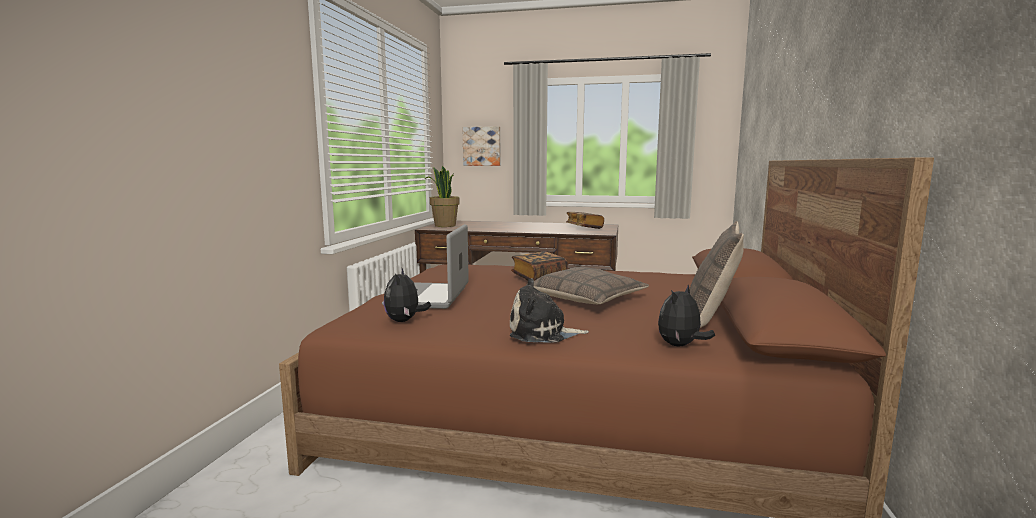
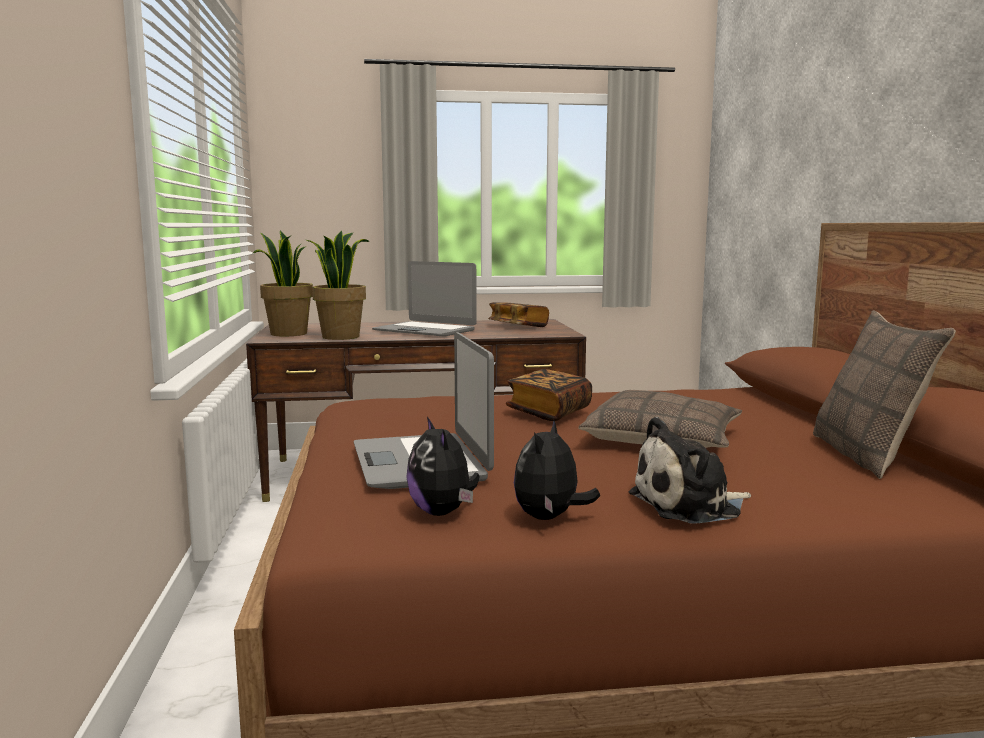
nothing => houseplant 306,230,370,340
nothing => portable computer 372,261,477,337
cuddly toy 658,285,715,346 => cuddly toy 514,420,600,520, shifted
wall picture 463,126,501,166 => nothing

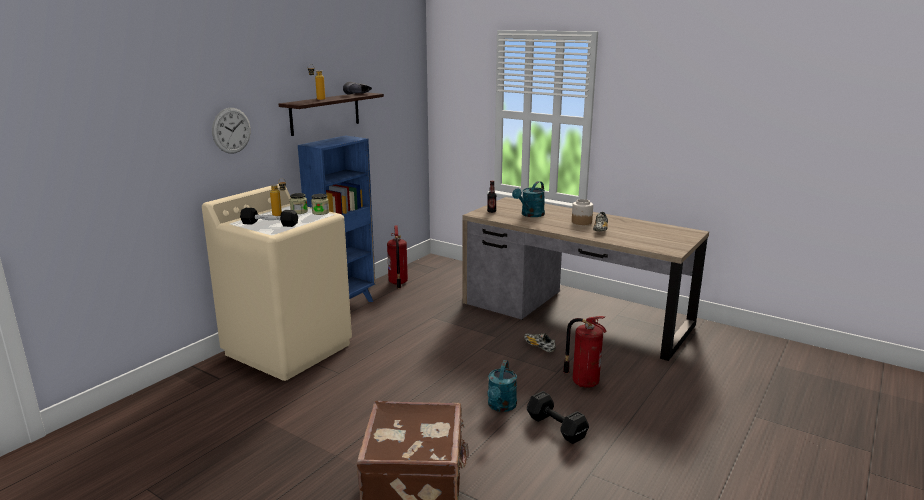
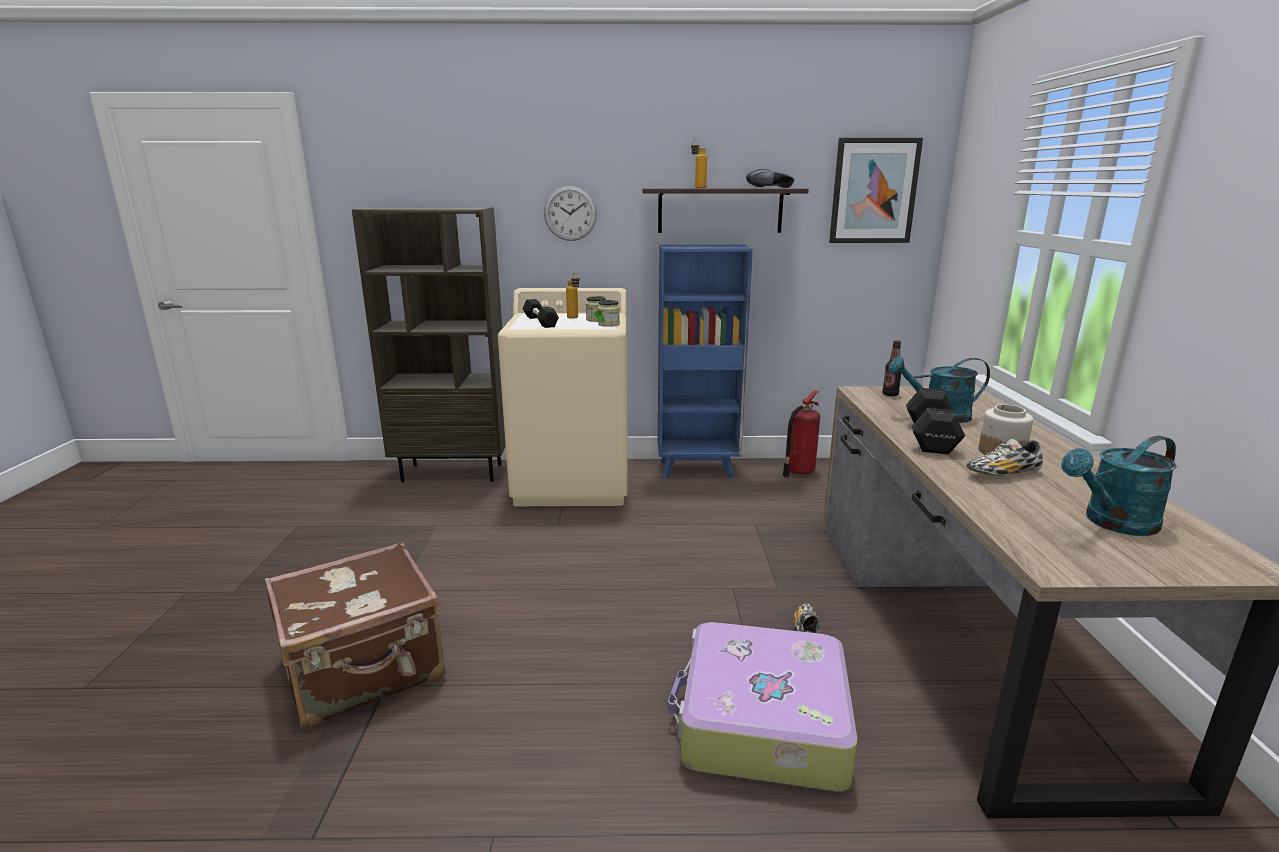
nothing => bookshelf/brownish 352,207,506,482
fire-fighting cylinder 563,316,607,388 => piece of luggage 668,622,857,792
nothing => wall picture 829,138,923,243
dumbbell/black 527,391,589,444 => dumbbell/black 906,388,965,454, shifted
watering can/turquoise-coloured 487,360,517,412 => watering can/turquoise-coloured 1062,436,1177,536, shifted

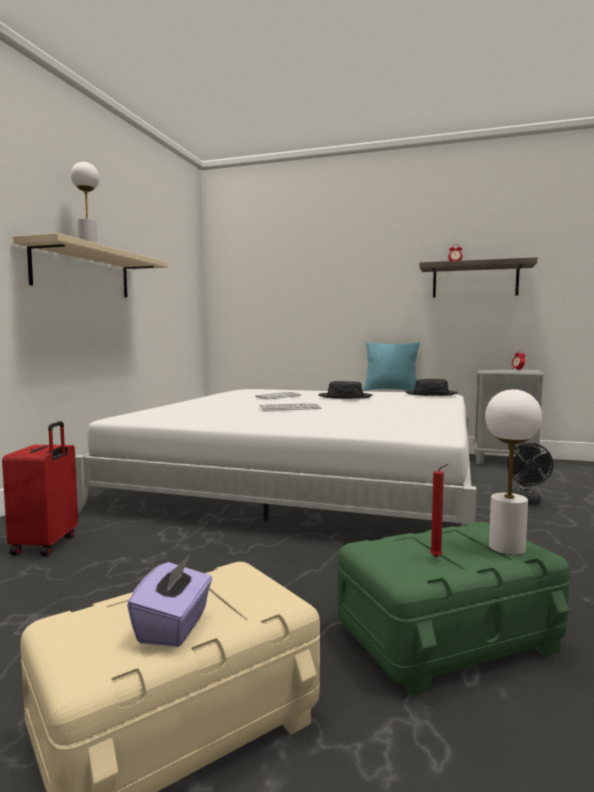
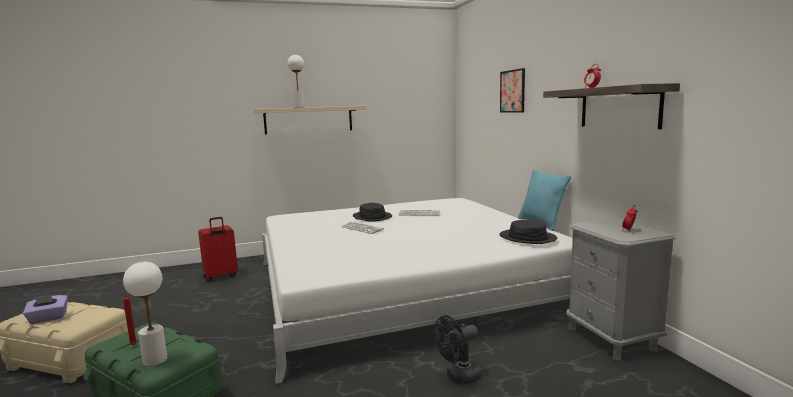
clothing hat/black 318,381,373,399 => clothing hat/black 353,203,392,222, shifted
nothing => wall picture 500,68,525,113

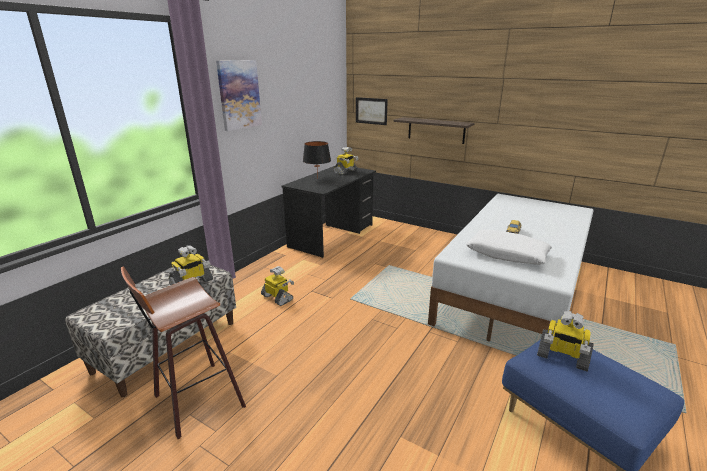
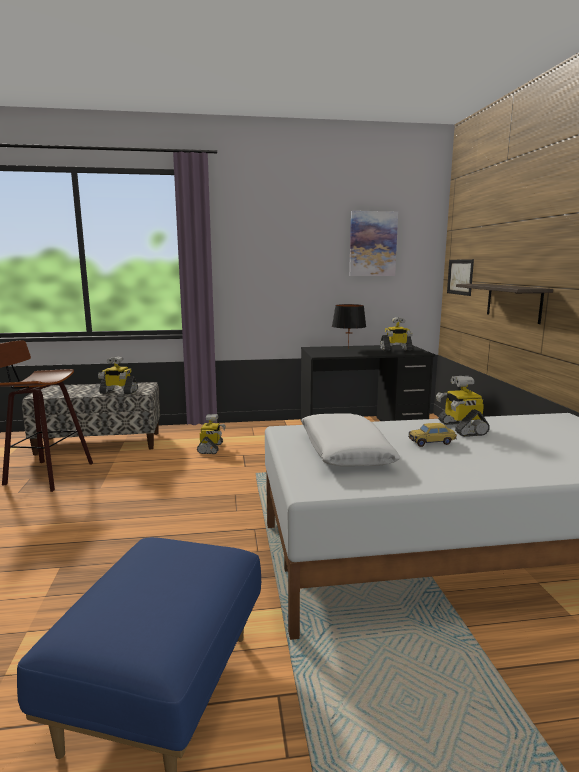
wall picture 216,60,262,131 => wall picture 349,211,398,276, shifted
model robot 537,311,594,372 => model robot 436,376,490,437, shifted

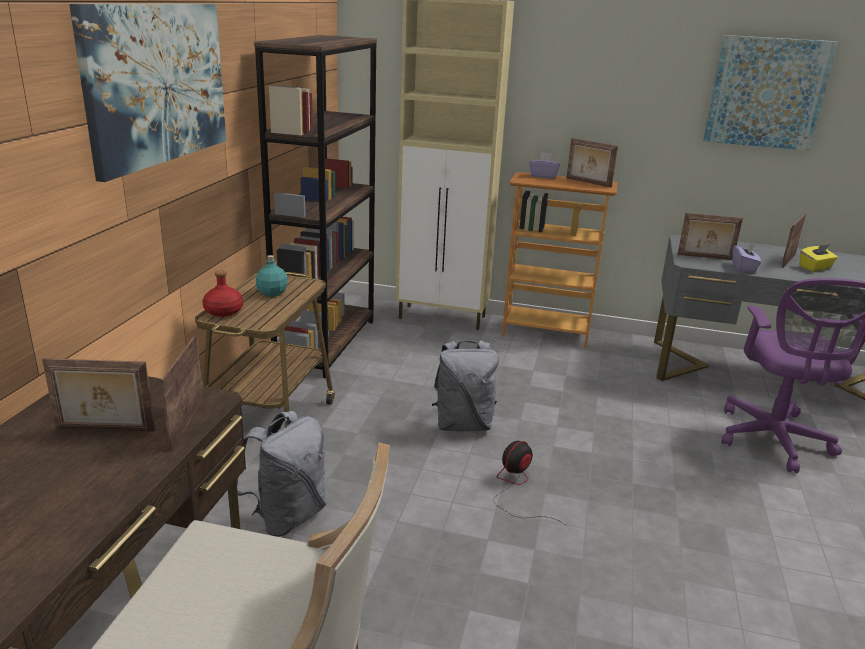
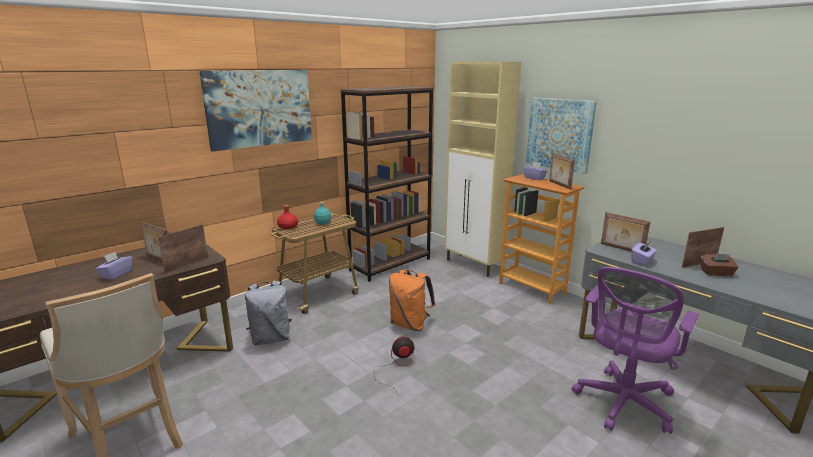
nothing => tissue holder/purple-coloured 95,252,132,280
rucksack/gray 432,340,499,431 => rucksack/orange 389,269,435,331
wall picture 703,35,838,150 => wall picture 526,98,597,174, shifted
tissue holder/yellow-coloured 800,244,838,271 => tissue holder/brownish 700,253,738,276

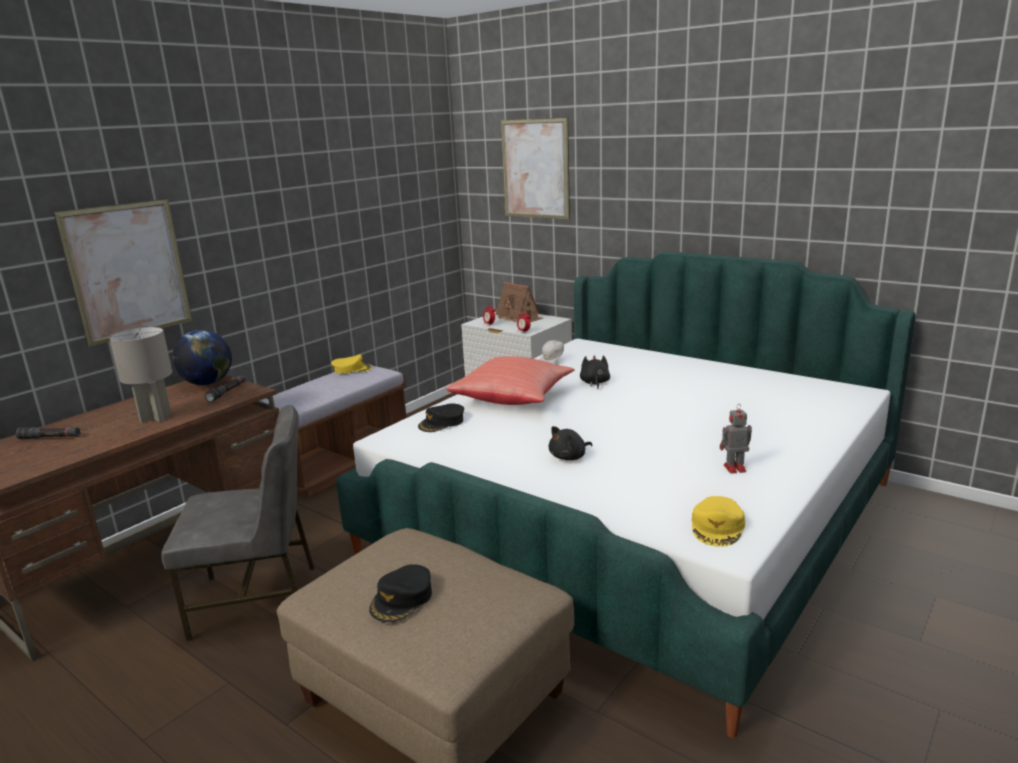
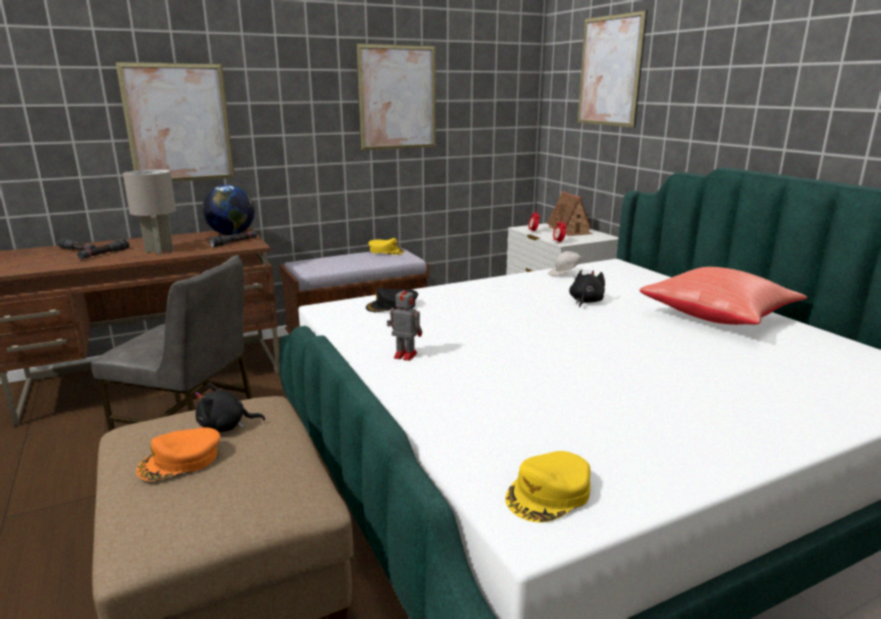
nothing => torch/black 77,239,129,259
cap/black 369,564,432,622 => cap/orange 136,428,220,481
cuddly toy/black 549,426,593,460 => cuddly toy/black 195,383,265,432, shifted
nothing => wall picture 356,44,436,151
model robot 720,405,752,474 => model robot 387,284,422,361, shifted
cushion/red 446,356,575,405 => cushion/red 639,267,808,325, shifted

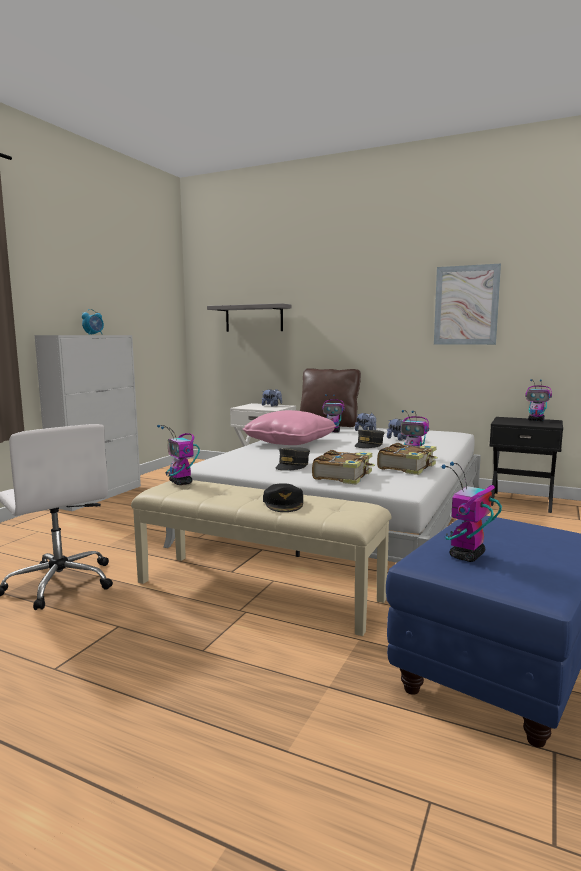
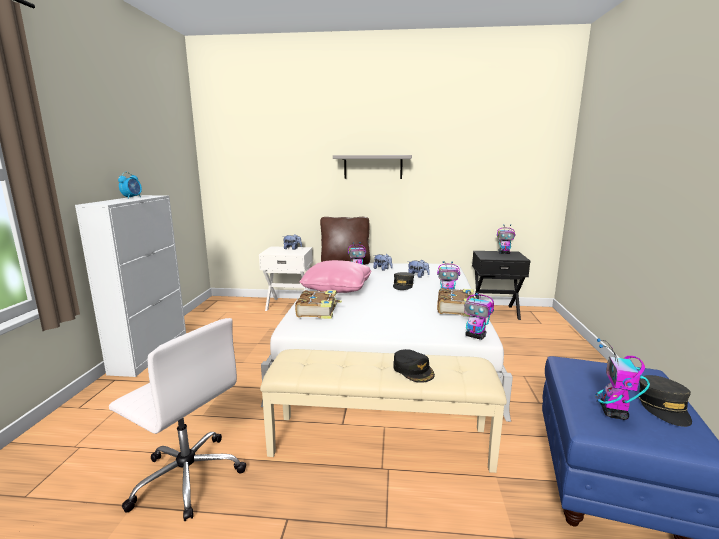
bound book 312,450,375,485 => bound book 295,290,342,319, shifted
bracket shelf/gray 207,303,292,332 => bracket shelf/gray 333,155,412,179, shifted
model robot 157,425,200,485 => model robot 464,291,494,340, shifted
cap/gray 276,447,310,471 => cap/gray 639,375,692,427, shifted
wall picture 434,263,501,345 => nothing

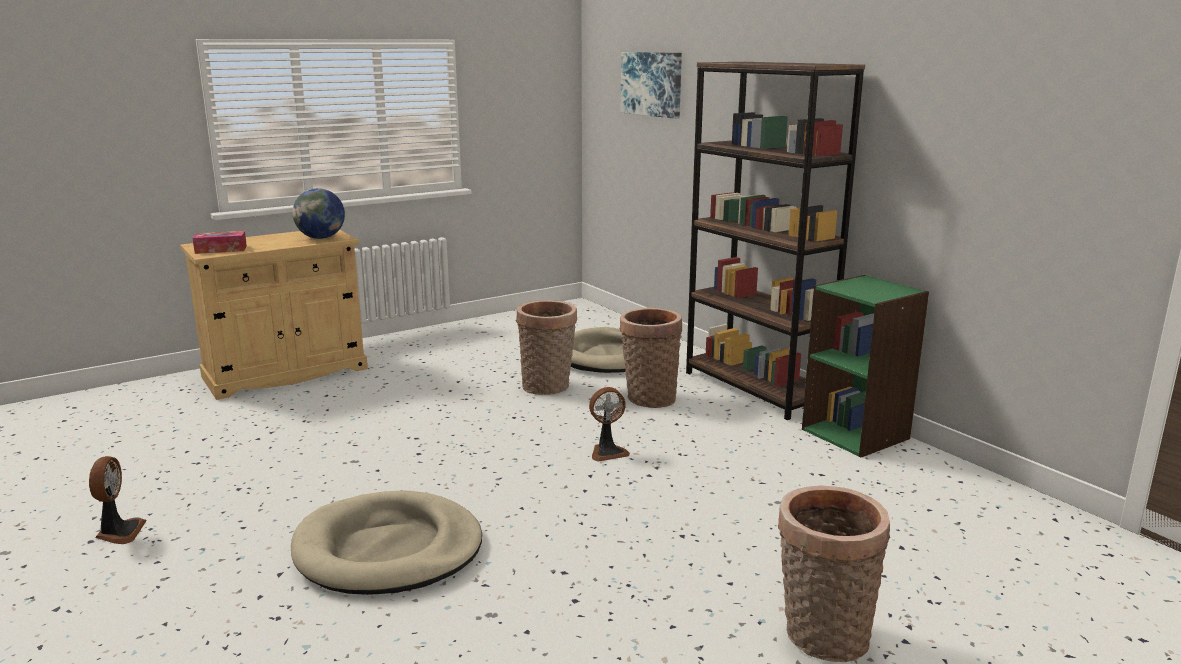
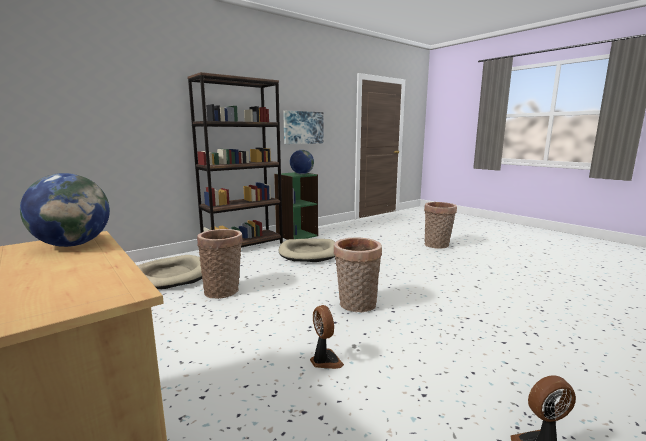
pet bed/beige-coloured 291,490,482,595 => pet bed/beige-coloured 279,239,335,262, shifted
wall picture 621,52,682,119 => wall picture 283,111,323,144, shifted
nothing => desk globe 290,150,314,174
fan 589,387,630,462 => fan 310,305,344,369, shifted
household basket 620,308,682,408 => household basket 334,237,382,312, shifted
tissue holder 193,231,247,254 => nothing

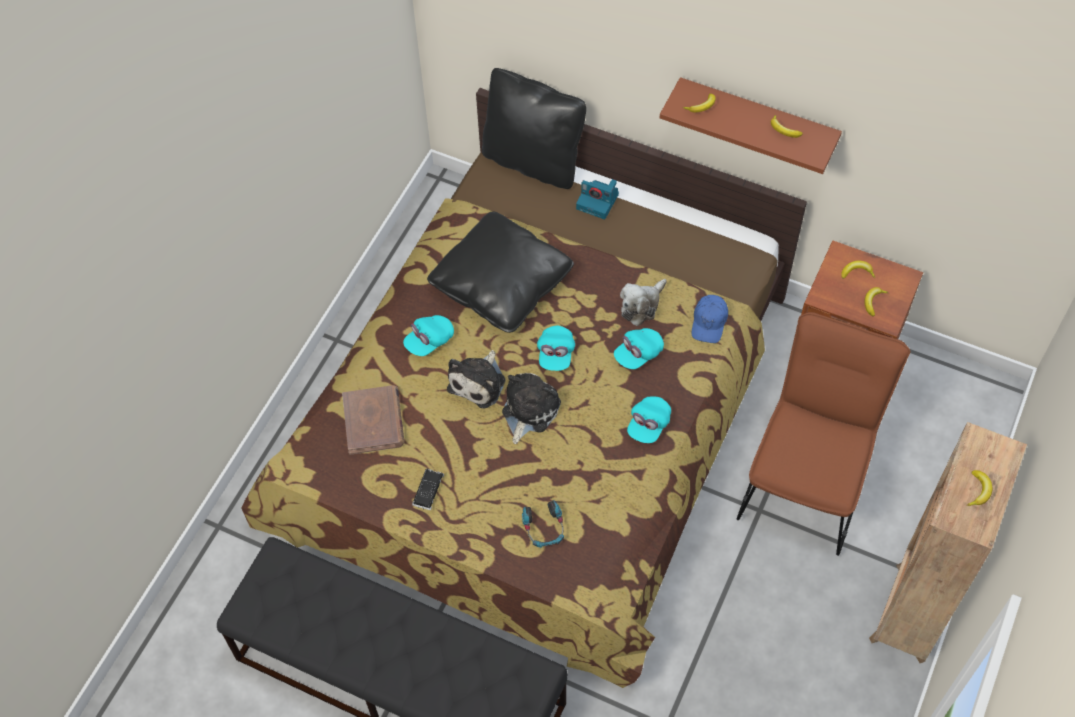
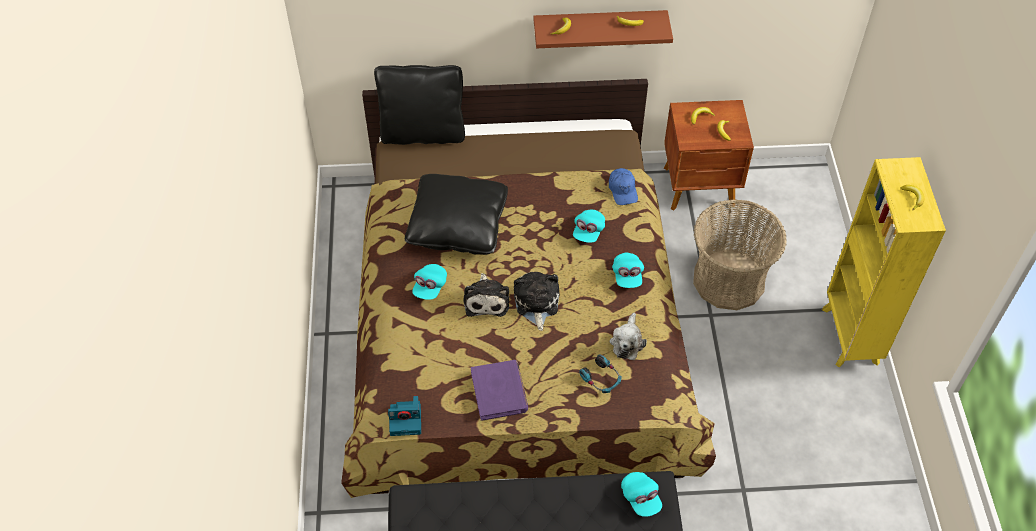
still camera 576,179,619,219 => still camera 388,396,421,436, shifted
miniature car/black 412,469,444,510 => bound book/purple-coloured 471,360,528,421
cuddly toy 620,279,667,326 => cuddly toy 610,313,647,360, shifted
cap/turquoise-coloured 537,326,575,371 => cap/turquoise-coloured 621,472,662,517, shifted
plain chair/brownish 737,312,911,556 => household basket 693,199,787,310
bookshelf/brownish 869,422,1027,663 => bookshelf/yellow-coloured 821,157,946,368
bound book/brownish 342,385,405,455 => nothing

